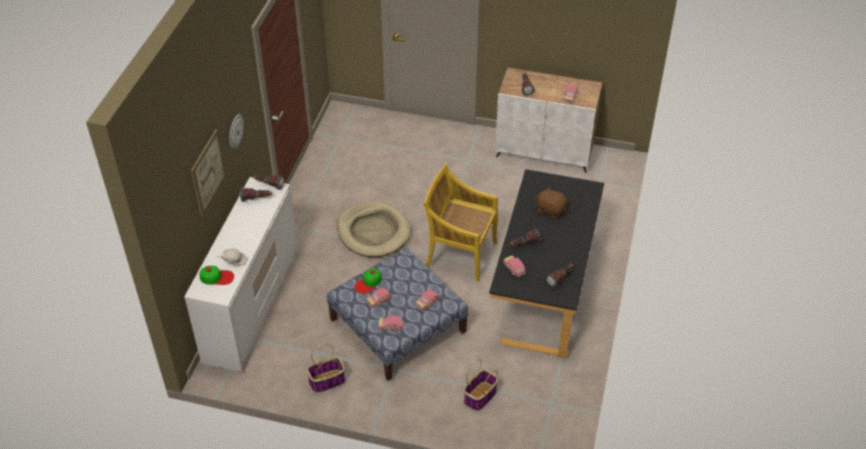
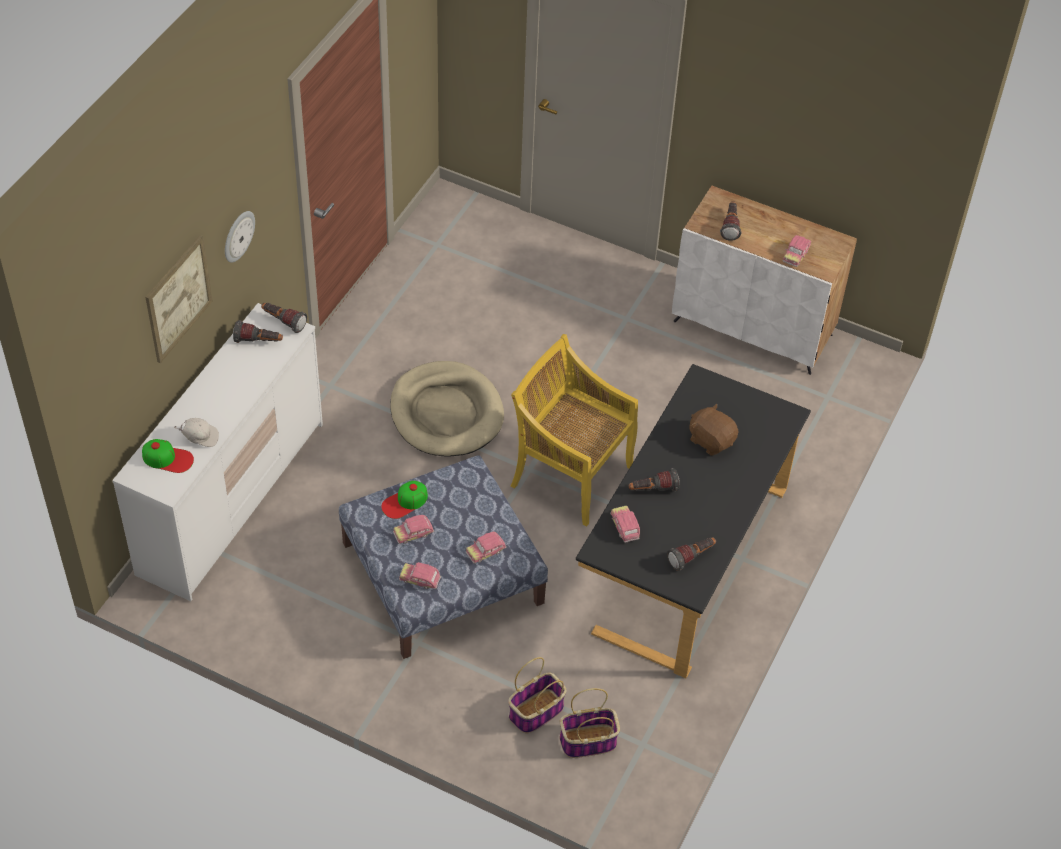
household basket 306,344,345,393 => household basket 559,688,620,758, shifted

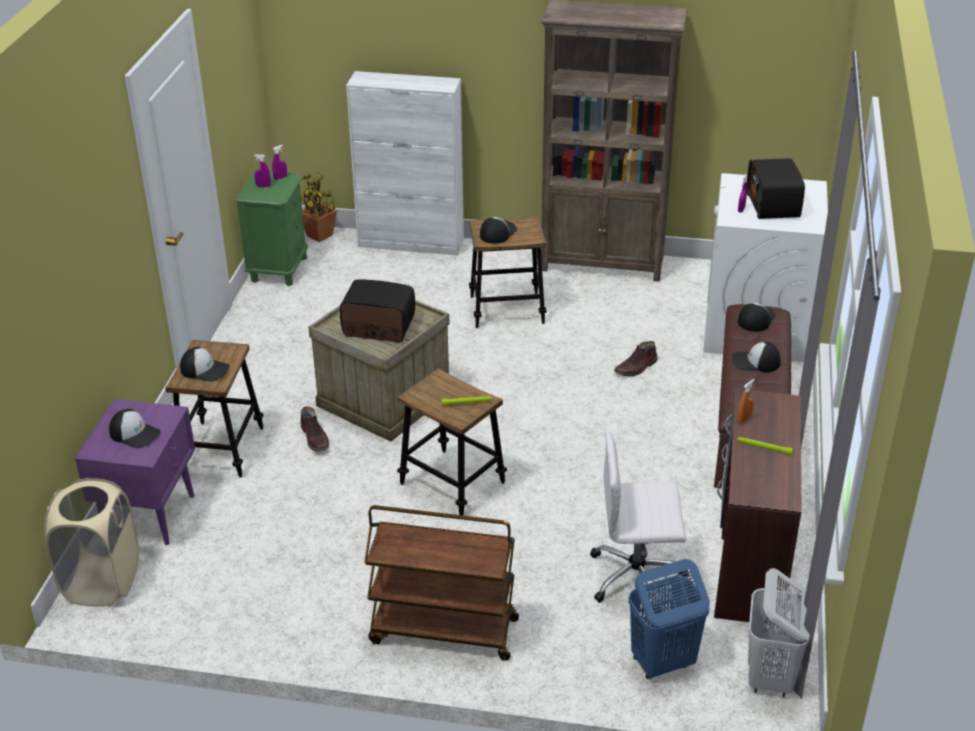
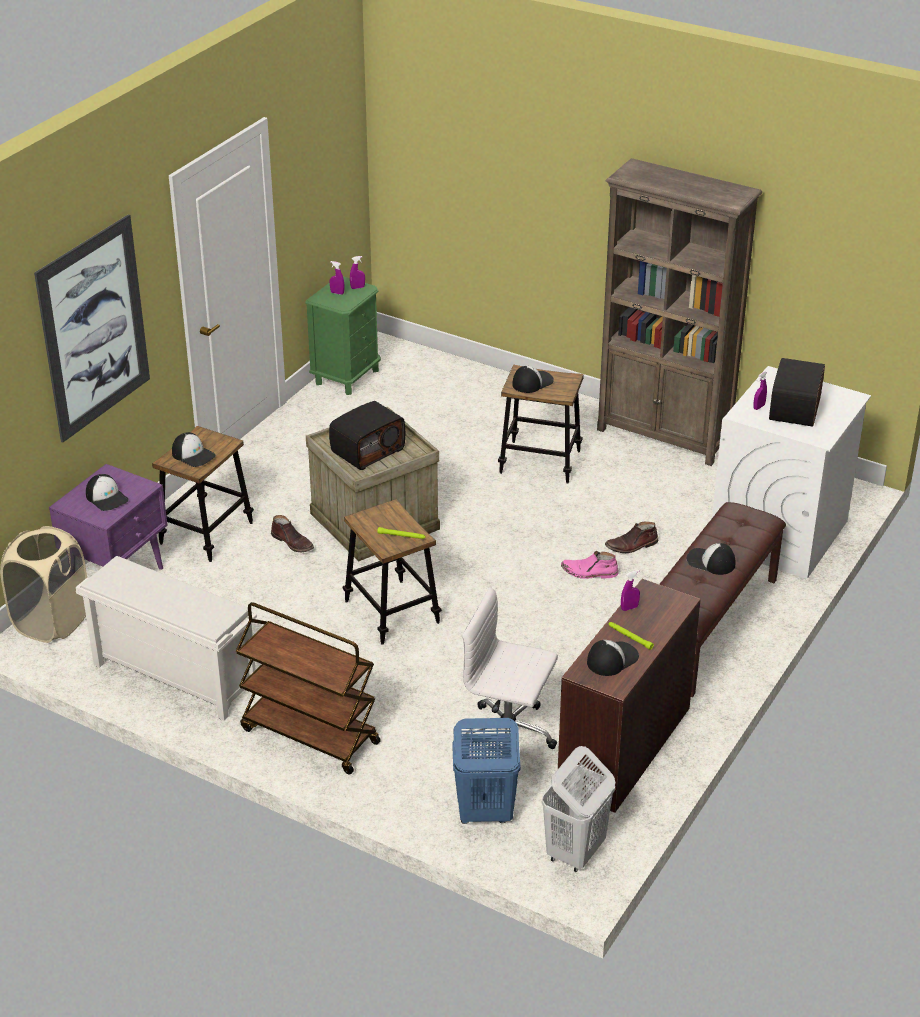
nothing => wall picture 34,214,150,443
nothing => shoe stand/white 76,556,257,721
boot/brownish 301,406,329,452 => boot/brownish 271,515,314,553, 45 degrees counterclockwise
radio set 340,279,415,342 => radio set 329,401,405,470, 105 degrees clockwise
nothing => boot/pinkish 561,551,619,579
cap 738,303,775,332 => cap 587,640,639,676, shifted
hand sprayer/orange 737,379,755,424 => hand sprayer/purple-coloured 621,570,640,611
houseplant 301,173,337,242 => nothing
storage cabinet/white 346,71,464,256 => nothing

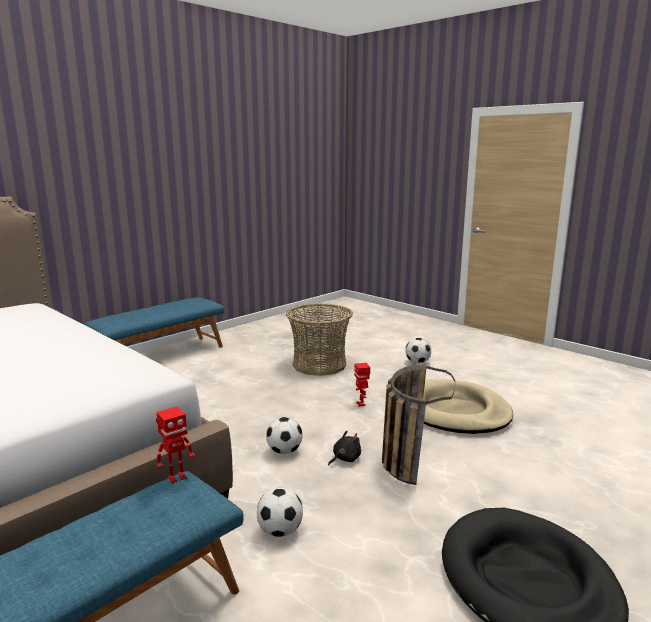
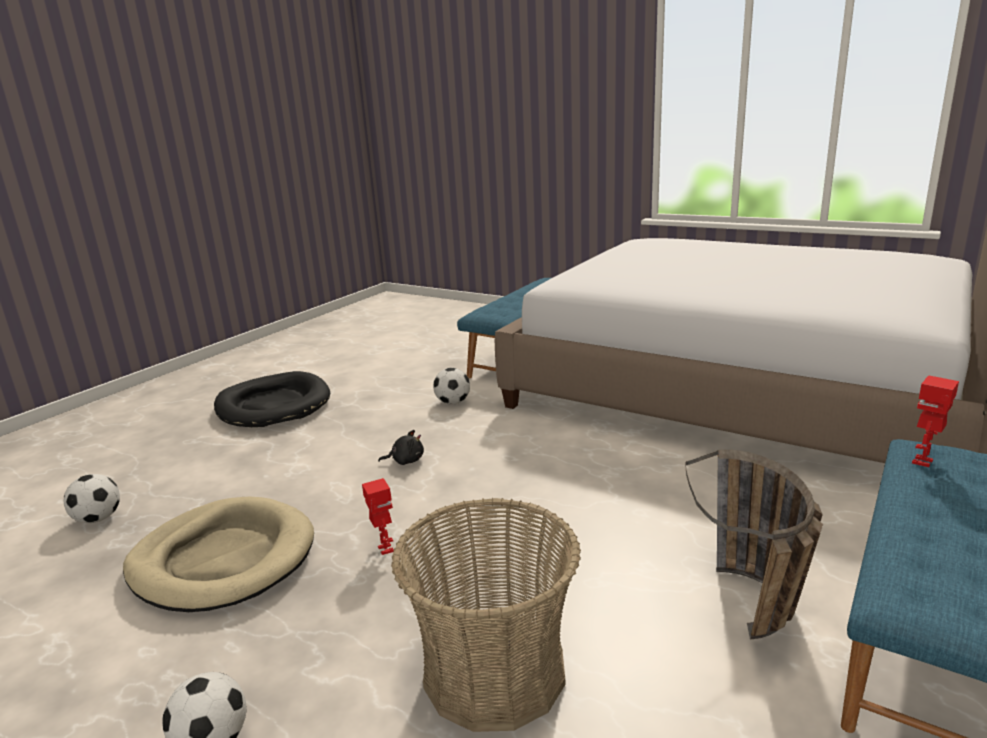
ball for football 266,417,302,454 => ball for football 64,474,120,523, shifted
cuddly toy/black 328,431,361,466 => cuddly toy/black 378,430,424,465, 135 degrees counterclockwise
household basket 382,365,455,485 => household basket 685,449,823,639, shifted
model robot 156,406,195,484 => model robot 912,375,959,467, shifted

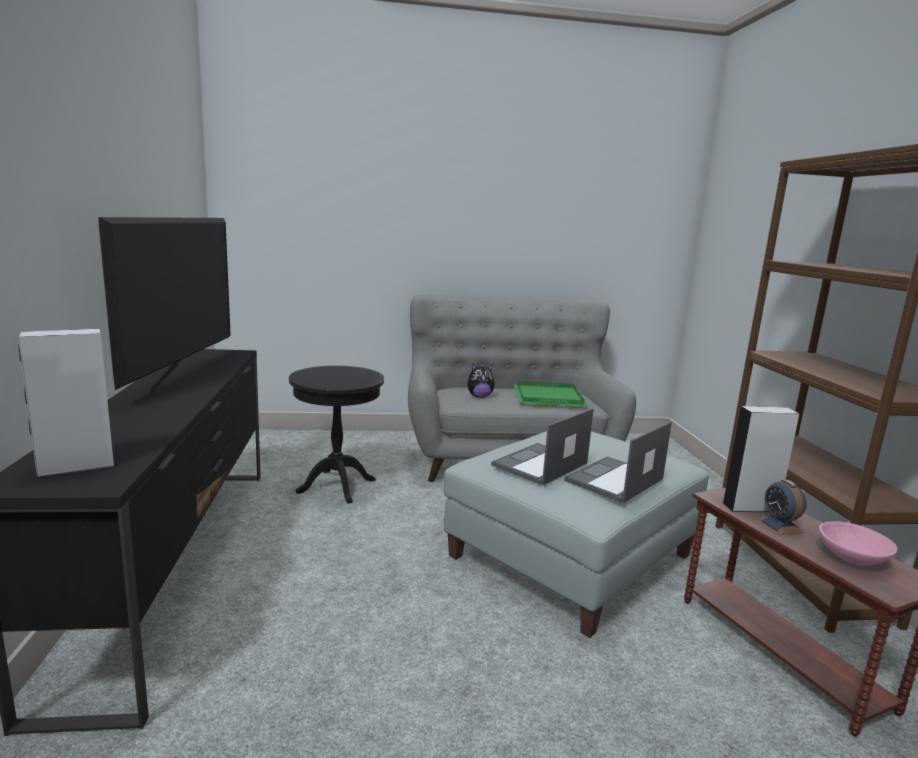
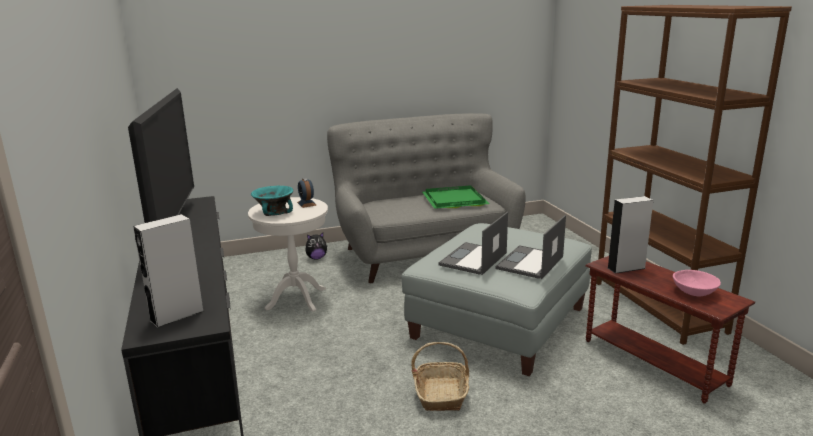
end table/black 289,366,384,504 => end table/white 248,197,328,312
nothing => serving bowl/turquoise-coloured 251,186,293,216
bedside clock 757,480,806,535 => bedside clock 297,178,316,208, shifted
cuddly toy 468,363,495,398 => cuddly toy 305,233,327,260, shifted
nothing => household basket 411,342,469,411

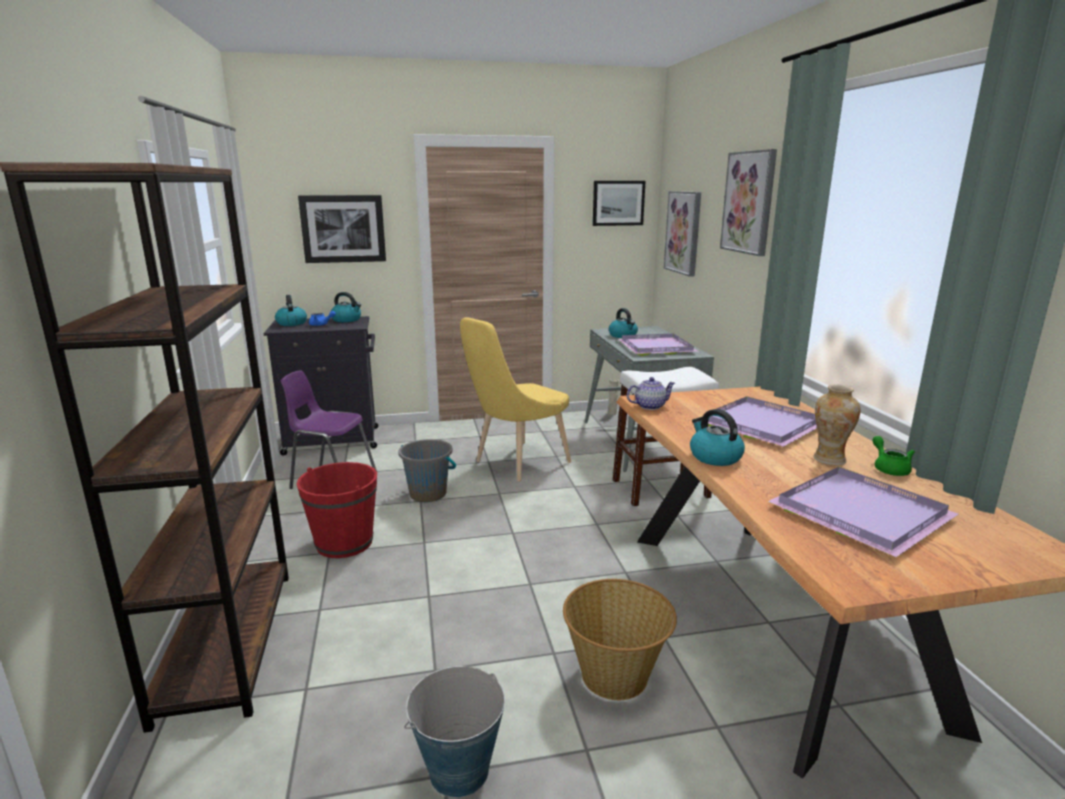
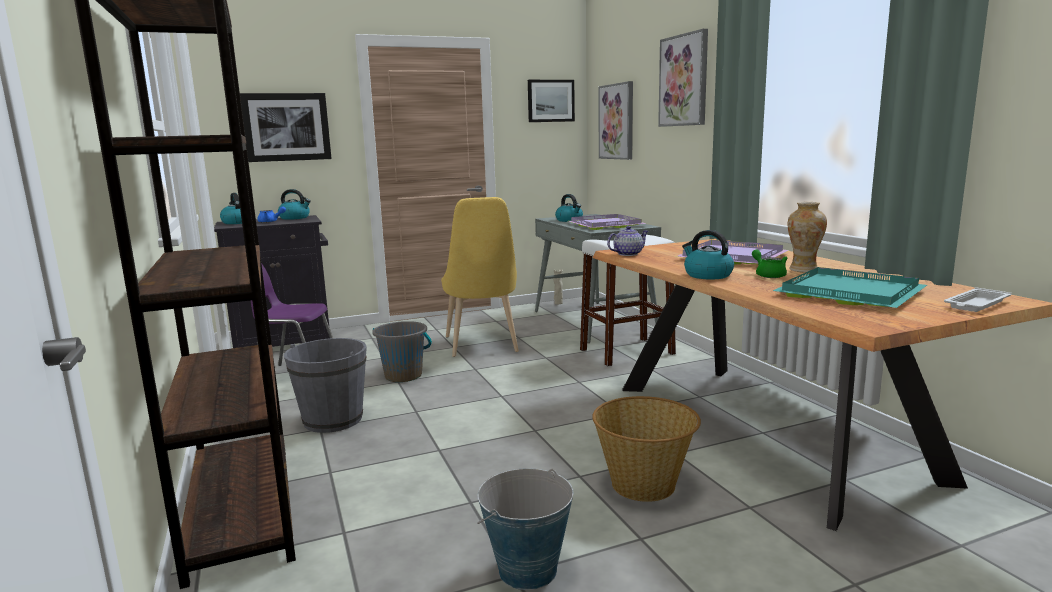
water bucket/red 297,462,377,558 => water bucket/gray 284,338,367,433
plain chair/yellow-coloured 460,317,571,482 => plain chair/yellow-coloured 441,197,519,357, 45 degrees counterclockwise
tea pot/greenish 872,436,915,476 => tea pot/greenish 752,250,787,278, shifted
carrying tray/purple-coloured 767,467,959,557 => carrying tray/turquoise-coloured 773,267,927,308
nothing => carrying tray/white 944,287,1012,312

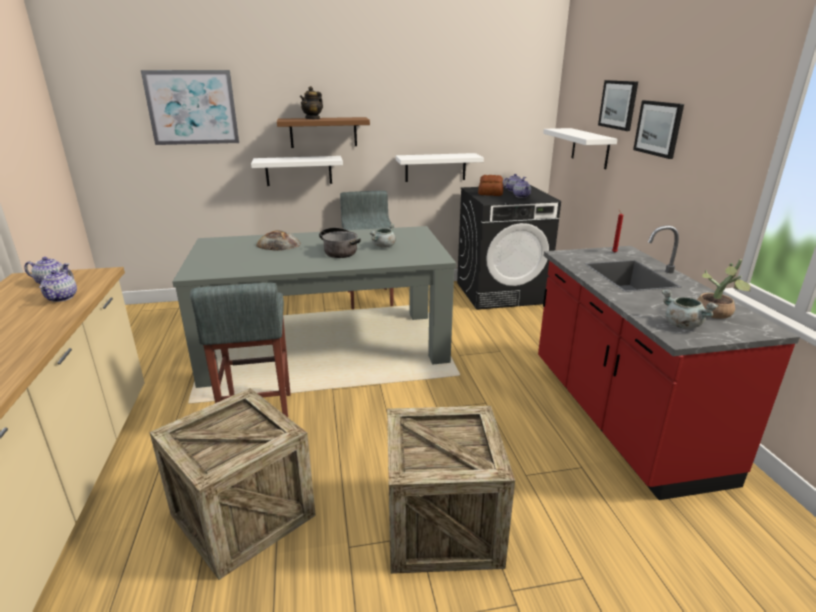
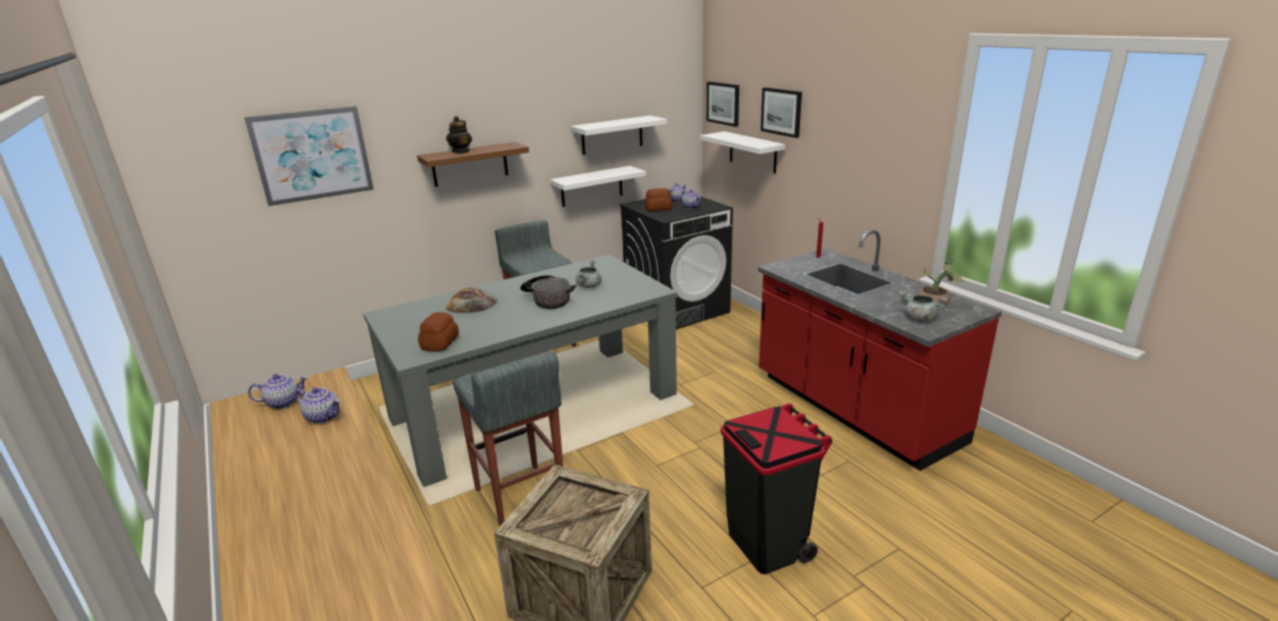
tea pot 39,269,77,302 => tea pot 296,387,340,424, 45 degrees counterclockwise
nothing => baked bread 418,312,459,351
bracket shelf/white 251,156,343,186 => bracket shelf/white 571,116,667,155, shifted
wall picture 633,100,684,159 => wall picture 707,82,739,127, shifted
shipping crate 387,406,515,574 => waste bin/black 721,404,832,574

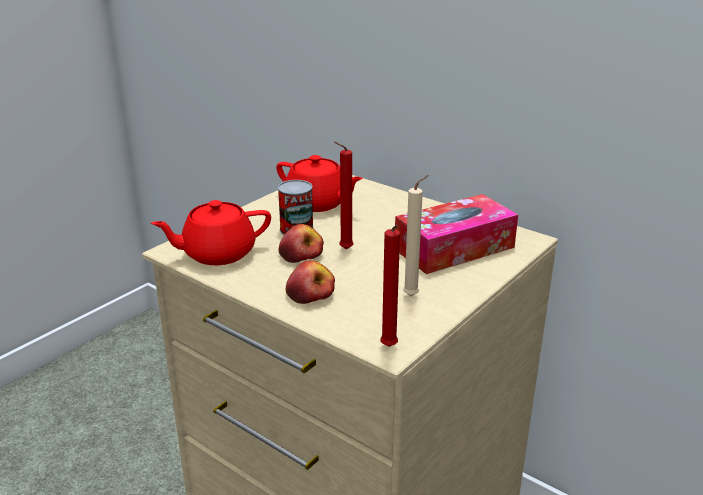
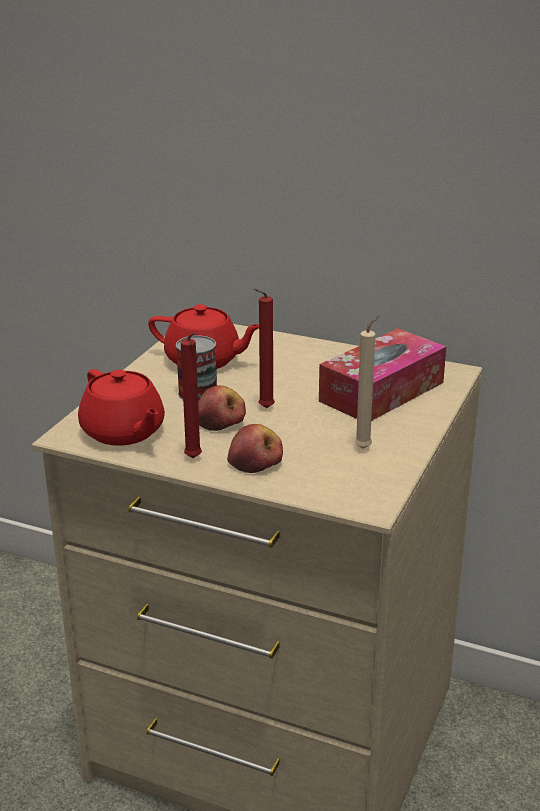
tea pot/red 151,200,271,265 => tea pot/red 78,369,165,446, 90 degrees counterclockwise
wax light/red 380,225,400,347 => wax light/red 181,333,202,458, shifted

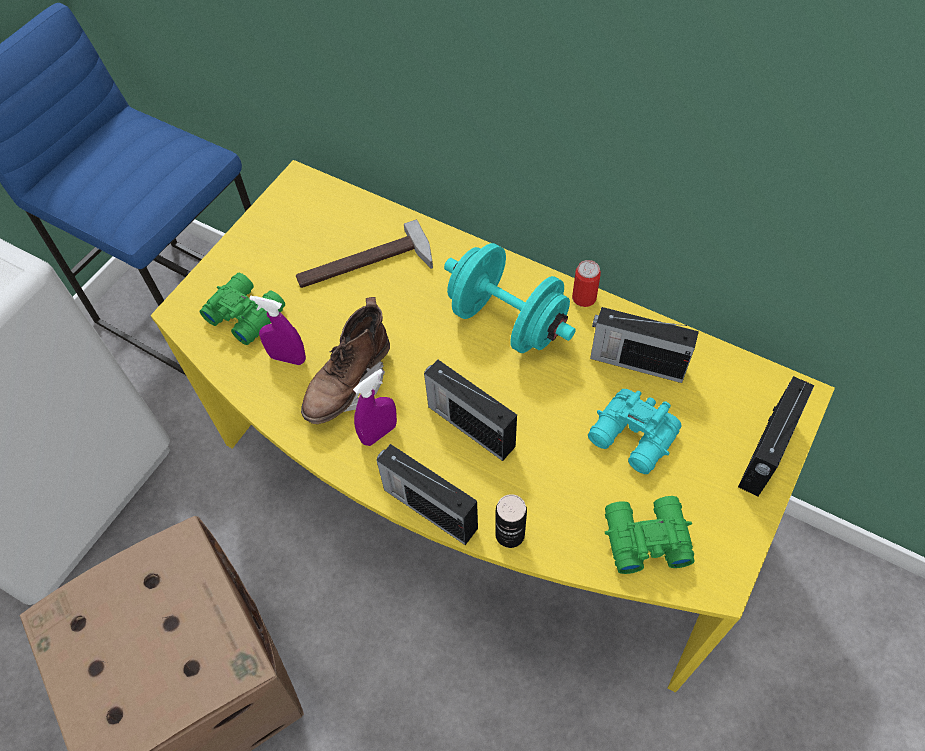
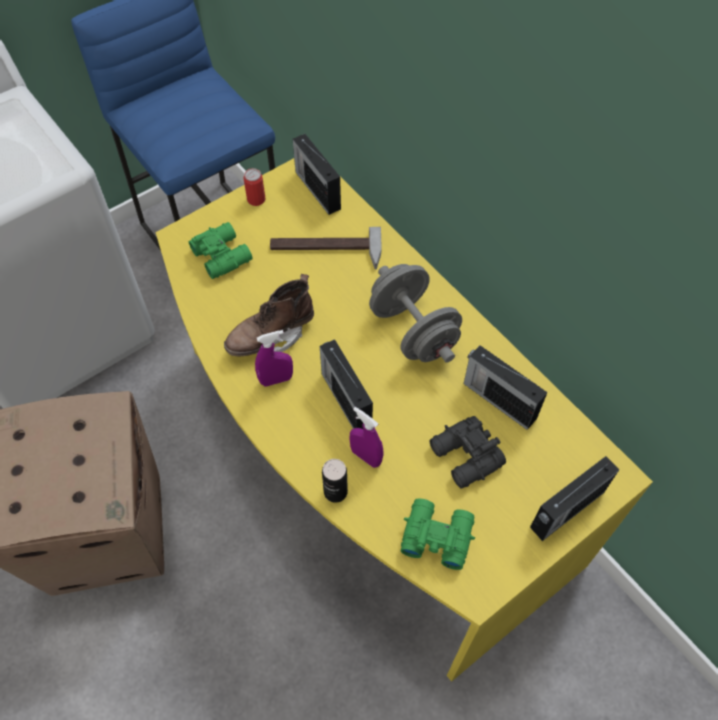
sealed can 572,260,601,307 => sealed can 243,168,266,206, shifted
radio set 376,444,478,545 => radio set 293,134,341,215, shifted
hand sprayer/purple-coloured 249,296,306,365 => hand sprayer/purple-coloured 350,407,384,468, shifted
dumbbell/turquoise-coloured 444,243,576,353 => dumbbell/gray 369,264,462,363
field glasses/turquoise-coloured 588,389,682,474 => field glasses/black 430,416,506,489

